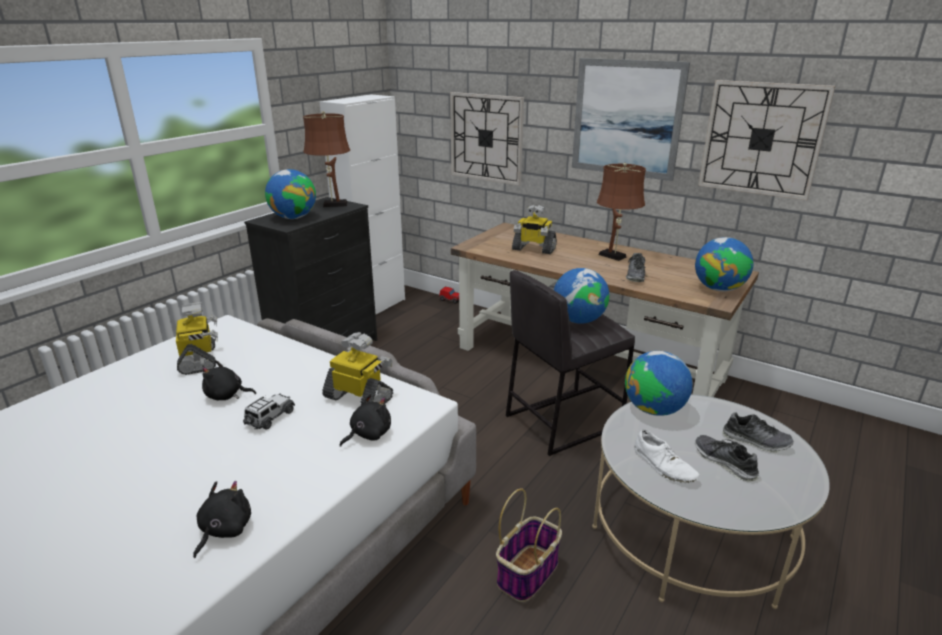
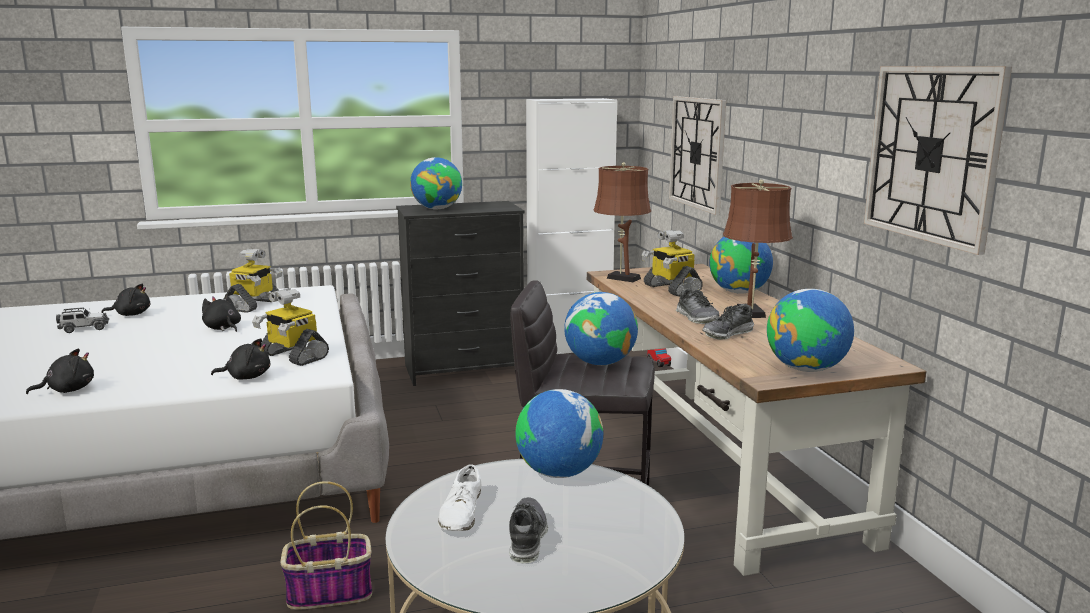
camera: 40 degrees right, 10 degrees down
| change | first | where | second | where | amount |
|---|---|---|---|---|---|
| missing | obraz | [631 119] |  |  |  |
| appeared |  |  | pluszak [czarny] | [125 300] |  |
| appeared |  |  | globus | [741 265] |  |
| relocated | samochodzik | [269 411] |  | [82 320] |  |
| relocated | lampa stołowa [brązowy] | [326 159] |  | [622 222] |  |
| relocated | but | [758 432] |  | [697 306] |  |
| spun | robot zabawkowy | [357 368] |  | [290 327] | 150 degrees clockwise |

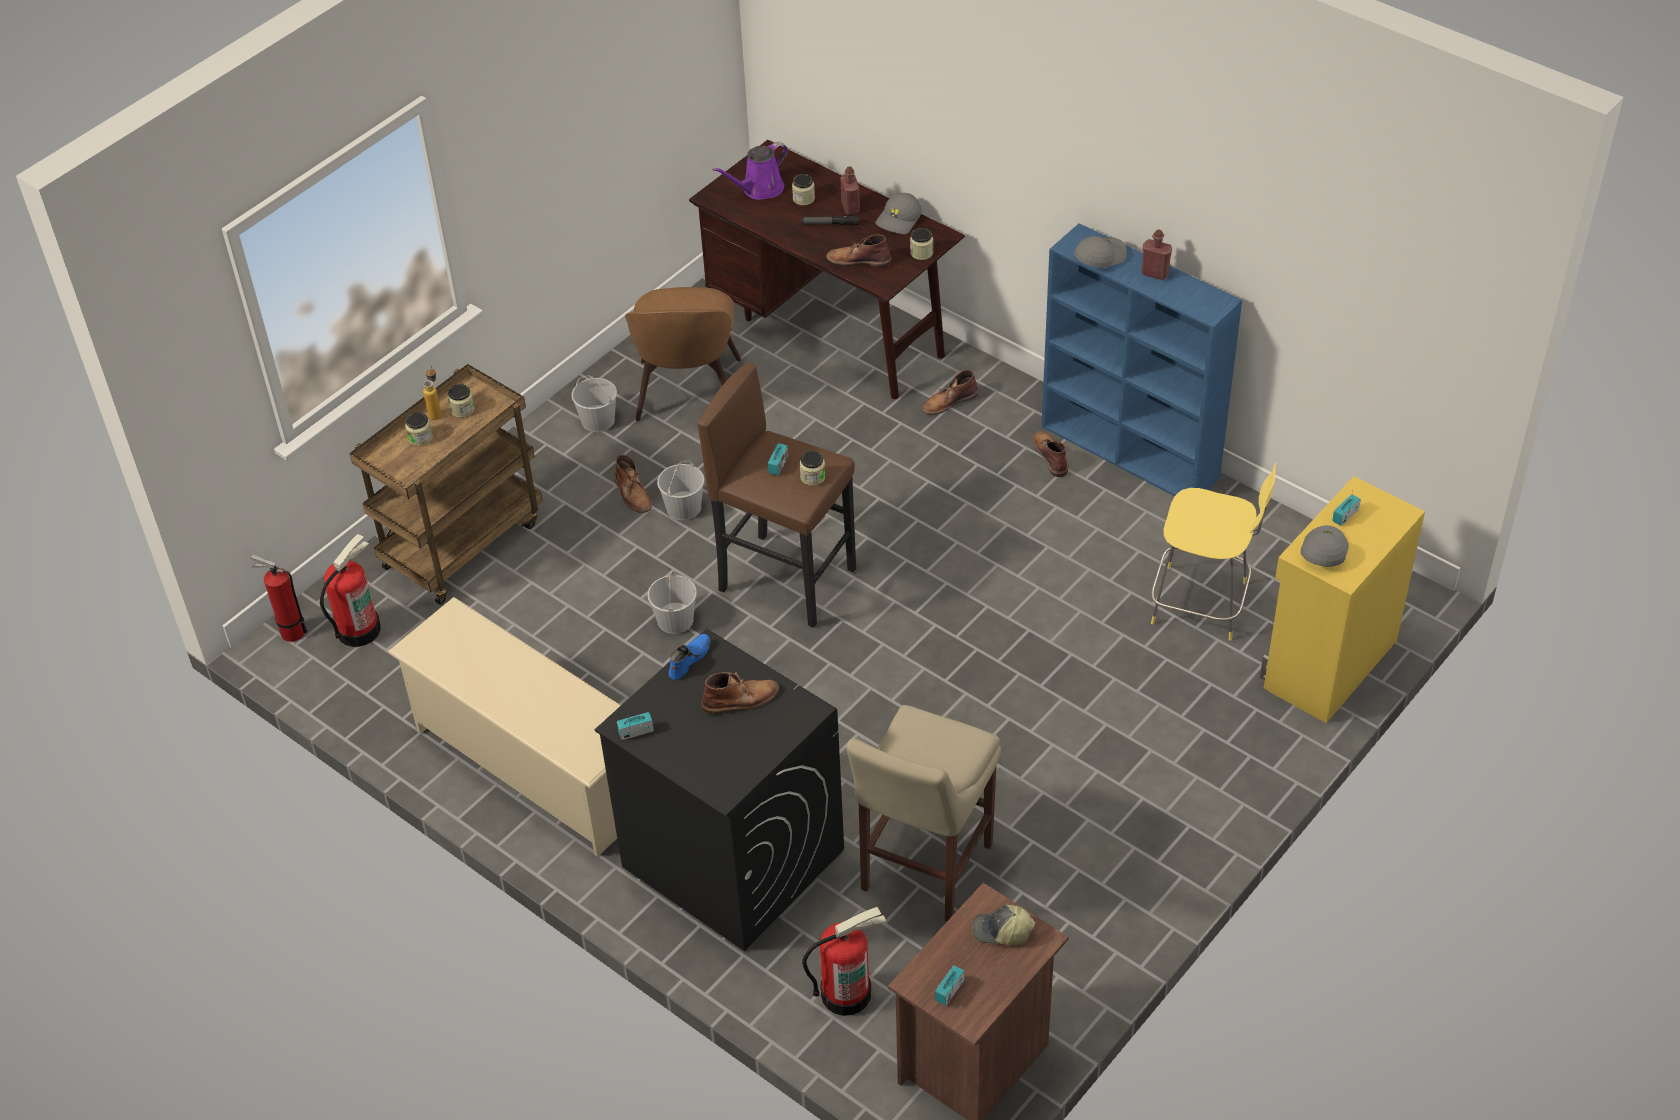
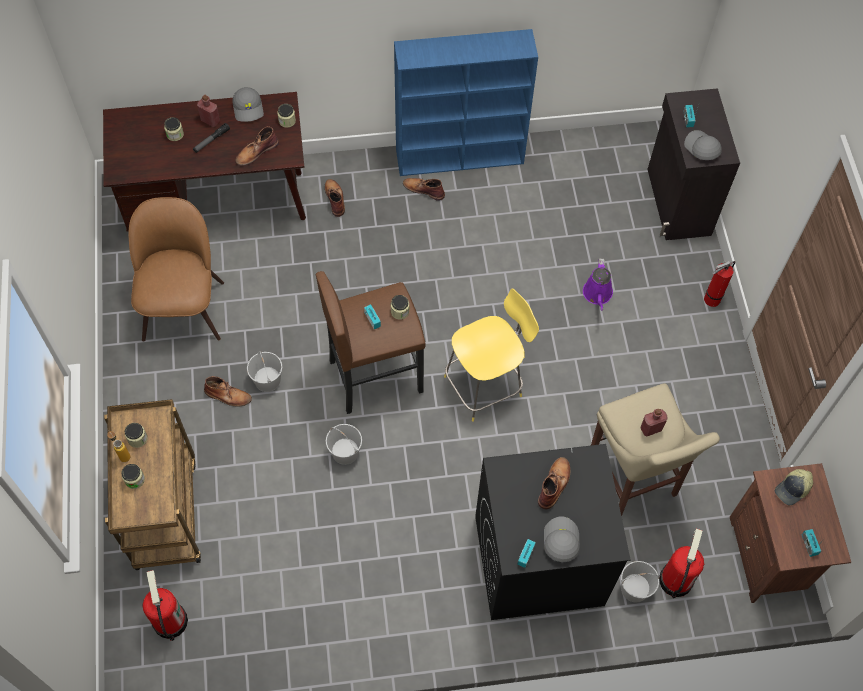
camera: 50 degrees left, 15 degrees up
| change | first | where | second | where | amount |
|---|---|---|---|---|---|
| missing | regał na buty [beżowy] | [504 727] |  |  |  |
| missing | but [niebieski] | [689 657] |  |  |  |
| relocated | gaśnica | [279 598] |  | [719 284] |  |
| relocated | wiadro [biały] | [594 403] |  | [640 582] |  |
| relocated | konewka [fioletowy] | [750 171] |  | [598 284] |  |
| relocated | czapka z daszkiem [szary] | [1100 252] |  | [562 539] |  |
| relocated | butelka [czerwony] | [1157 254] |  | [654 423] |  |
| relocated | stołek [żółty] | [1214 552] |  | [491 355] |  |
| colour | szafka [żółty] | [1342 599] | szafka [czarny] | [693 164] |  |
| spun | krzesło [brązowy] | [683 354] |  | [176 269] | 135 degrees counterclockwise |
| spun | but z cholewką [brązowy] | [949 392] |  | [335 198] | 150 degrees clockwise |

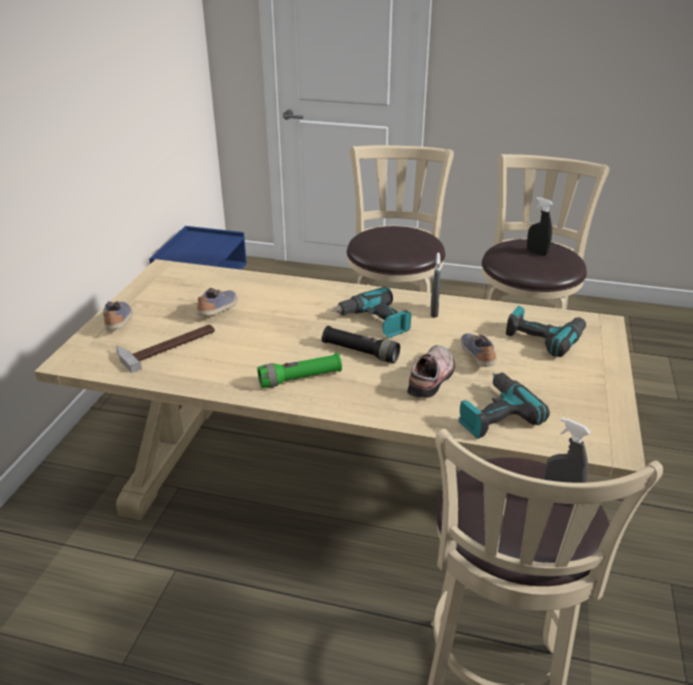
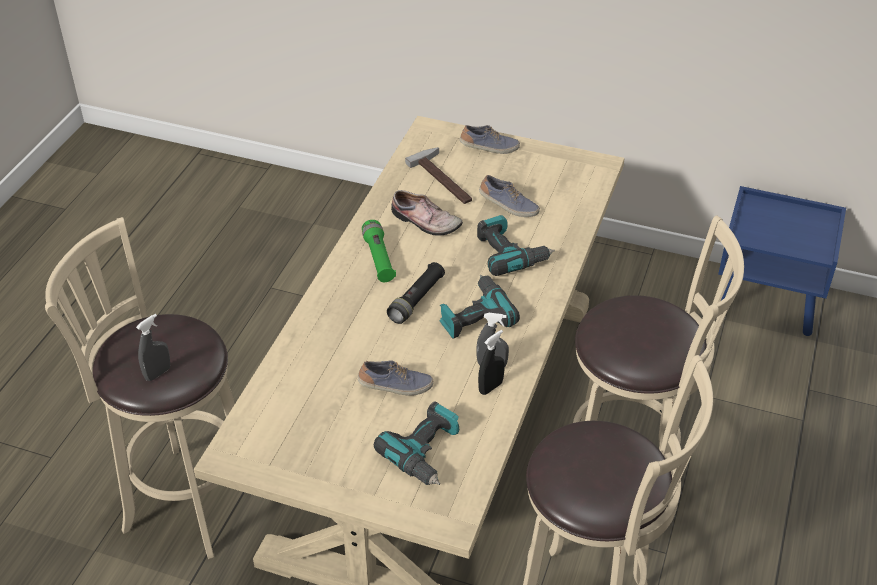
camera: 95 degrees right, 10 degrees up
| change | first | where | second | where | amount |
|---|---|---|---|---|---|
| relocated | but | [431 371] |  | [427 213] |  |
| relocated | wiertarka | [504 406] |  | [516 245] |  |
| relocated | spryskiwacz [czarny] | [540 226] |  | [491 362] |  |

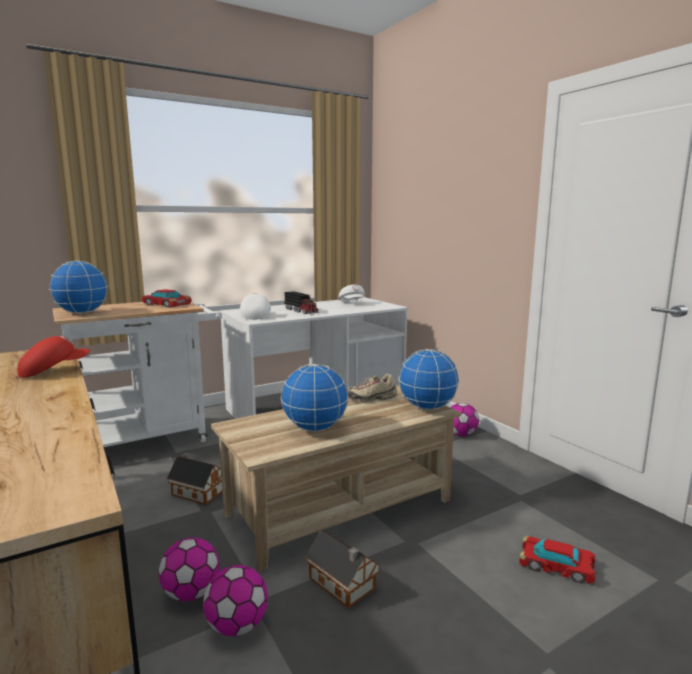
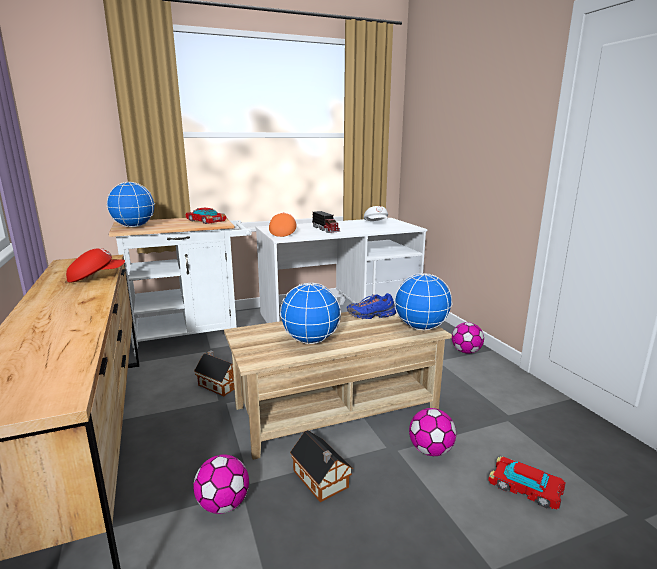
camera: 10 degrees right, 5 degrees up
| change | first | where | second | where | amount |
|---|---|---|---|---|---|
| relocated | piłka futbolowa | [189 569] |  | [432 432] |  |
| colour | czapka z daszkiem [biały] | [255 306] | czapka z daszkiem [pomarańczowy] | [283 225] |  |
| colour | but [beżowy] | [372 388] | but [niebieski] | [371 306] |  |

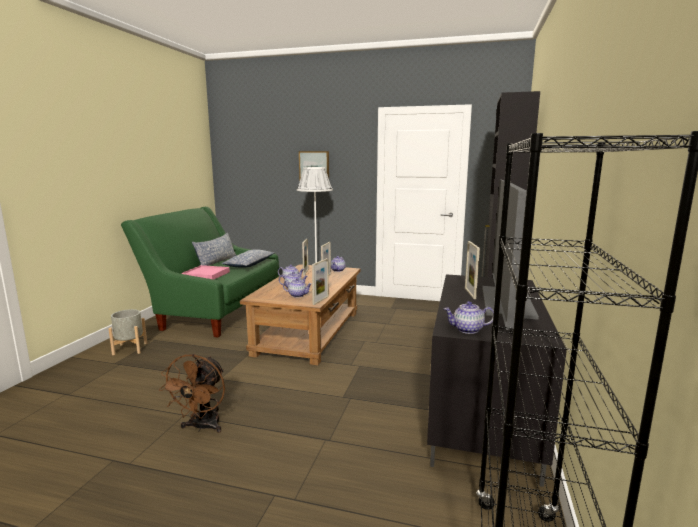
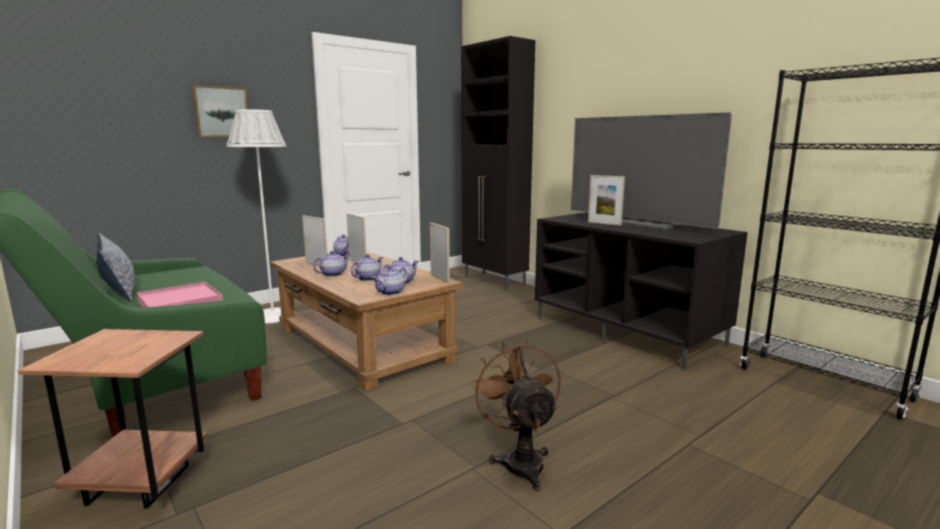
camera: 55 degrees left, 0 degrees up
| change | first | where | second | where | amount |
|---|---|---|---|---|---|
| missing | poduszka | [248 258] |  |  |  |
| relocated | imbryk | [469 317] |  | [390 280] |  |
| exchanged | donica [szary] | [127 332] | stolik [brązowy] | [113 419] |  |
| spun | wentylator [brązowy] | [192 393] |  | [516 416] | 150 degrees counterclockwise |

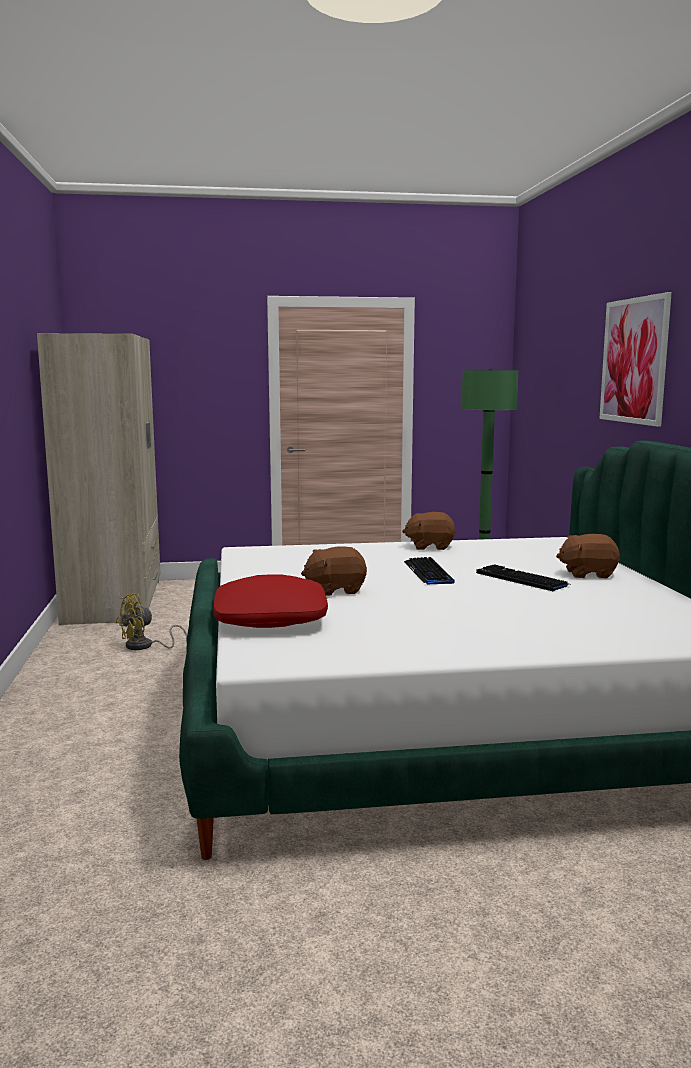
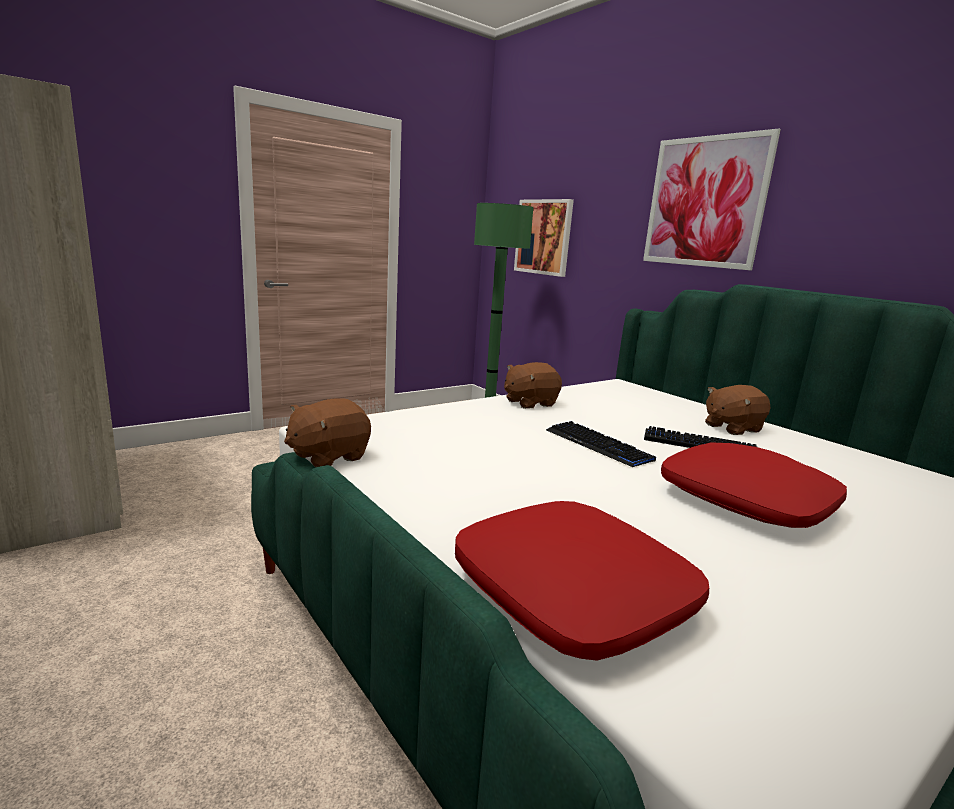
camera: 30 degrees left, 5 degrees up
| change | first | where | second | where | amount |
|---|---|---|---|---|---|
| missing | wentylator [żółty] | [151 621] |  |  |  |
| appeared |  |  | obraz | [544 238] |  |
| appeared |  |  | poduszka [czerwony] | [754 485] |  |
| relocated | pluszak [brązowy] | [334 571] |  | [327 432] |  |

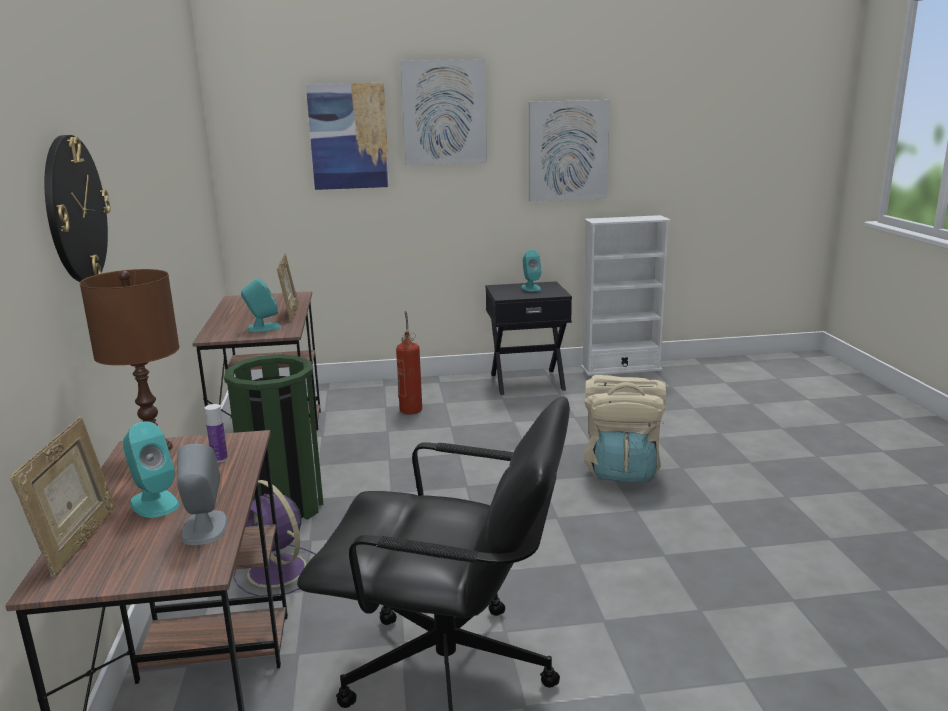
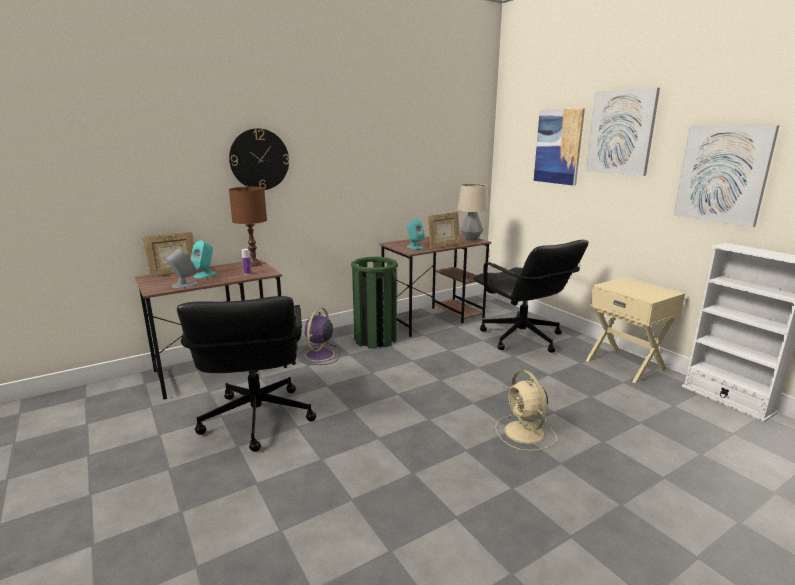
camera: 65 degrees right, 0 degrees up
| change | first | where | second | where | amount |
|---|---|---|---|---|---|
| missing | głośnik [turkusowy] | [531 270] |  |  |  |
| appeared |  |  | lampa stołowa | [472 212] |  |
| exchanged | gaśnica | [409 362] | krzesło biurowe [czarny] | [531 296] |  |
| exchanged | plecak [beżowy] | [625 429] | wentylator [beżowy] | [526 410] |  |
| colour | szafka nocna [czarny] | [529 338] | szafka nocna [beżowy] | [635 330] |  |

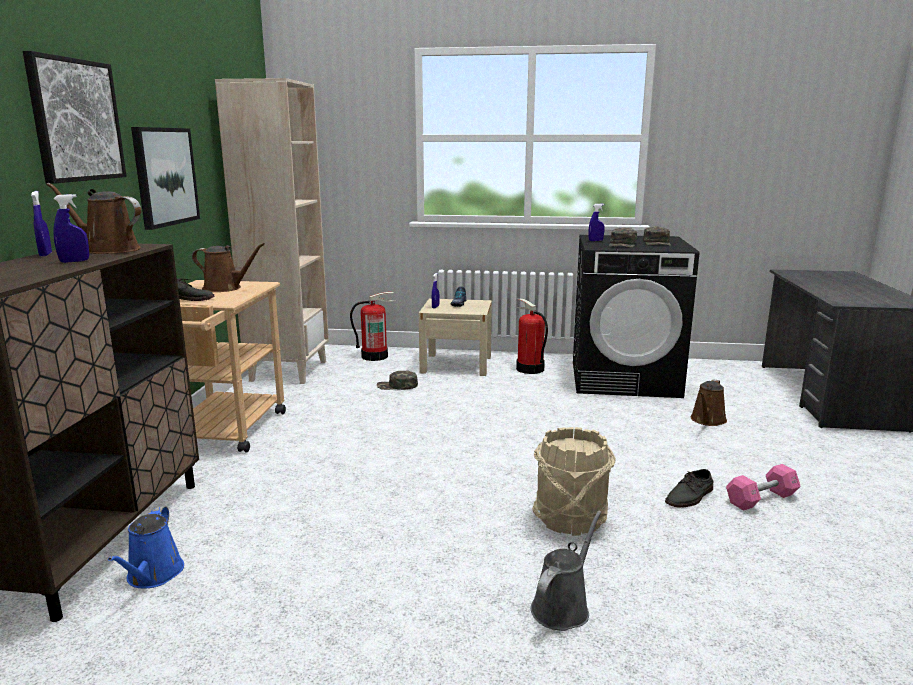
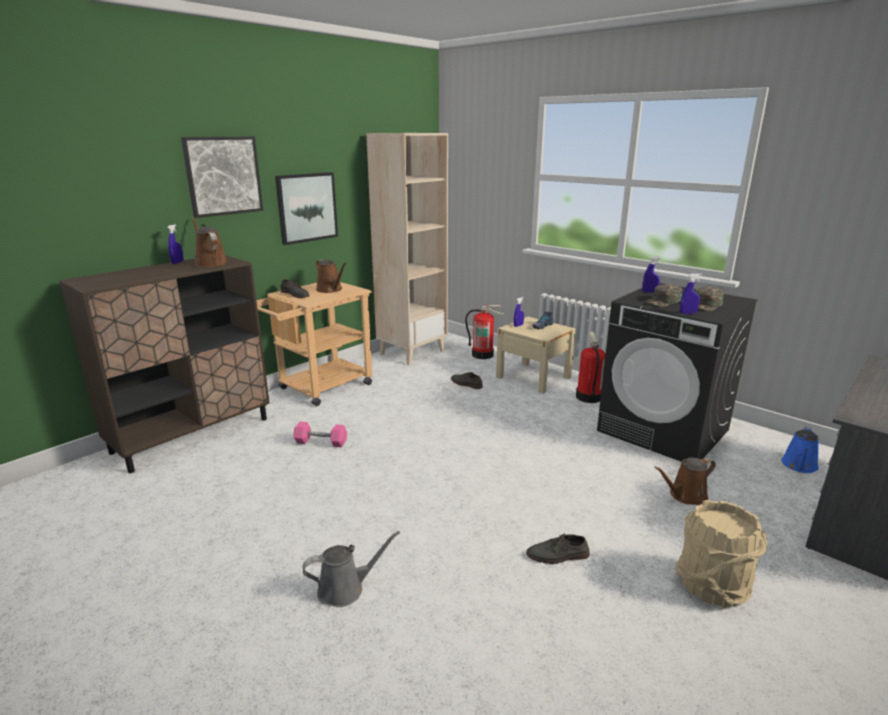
camera: 35 degrees right, 5 degrees up
| change | first | where | second | where | amount |
|---|---|---|---|---|---|
| relocated | spryskiwacz [niebieski] | [71 228] |  | [691 293] |  |
| relocated | konewka [niebieski] | [146 547] |  | [800 450] |  |
| relocated | wiadro [beżowy] | [574 481] |  | [721 554] |  |
| relocated | hantel [różowy] | [763 487] |  | [320 434] |  |
| exchanged | czapka z daszkiem [zielony] | [397 380] | but [szary] | [467 380] |  |

